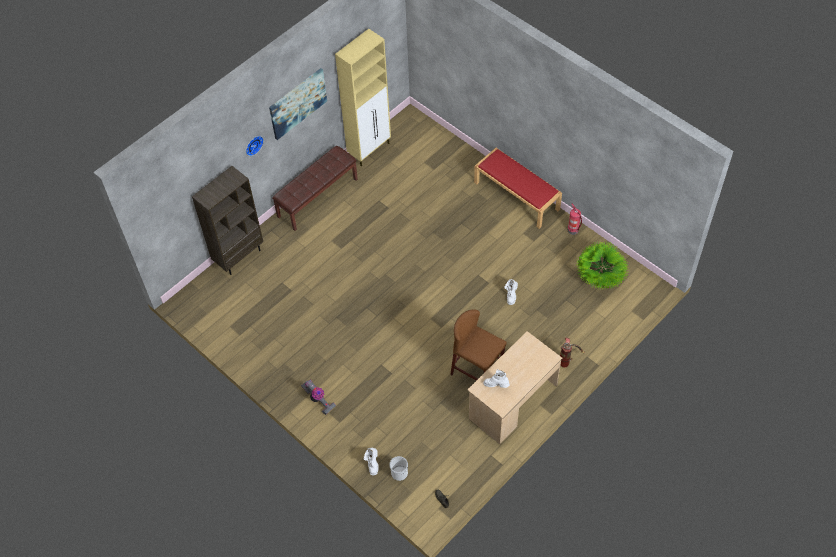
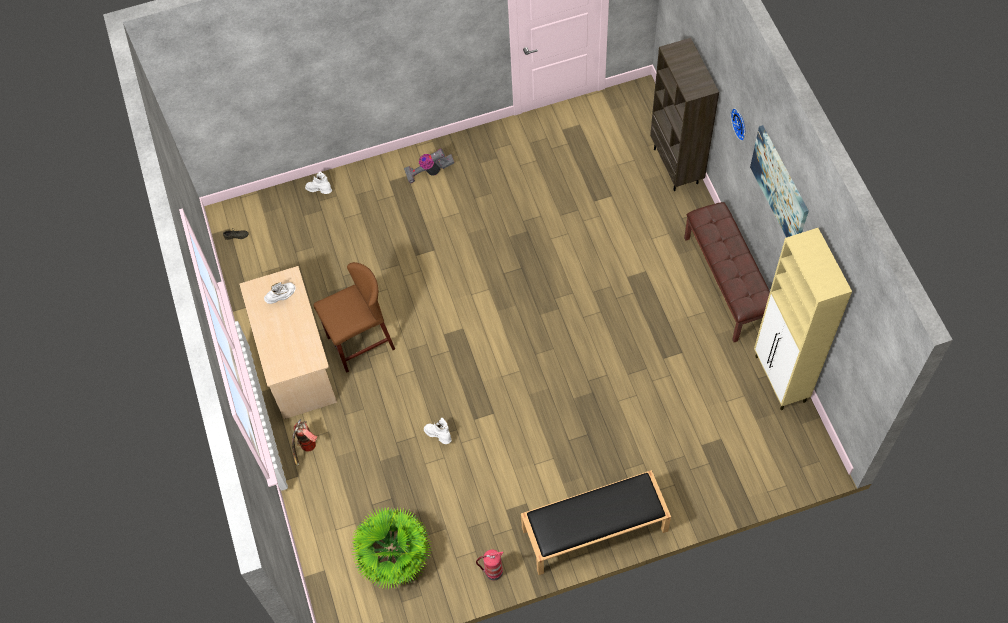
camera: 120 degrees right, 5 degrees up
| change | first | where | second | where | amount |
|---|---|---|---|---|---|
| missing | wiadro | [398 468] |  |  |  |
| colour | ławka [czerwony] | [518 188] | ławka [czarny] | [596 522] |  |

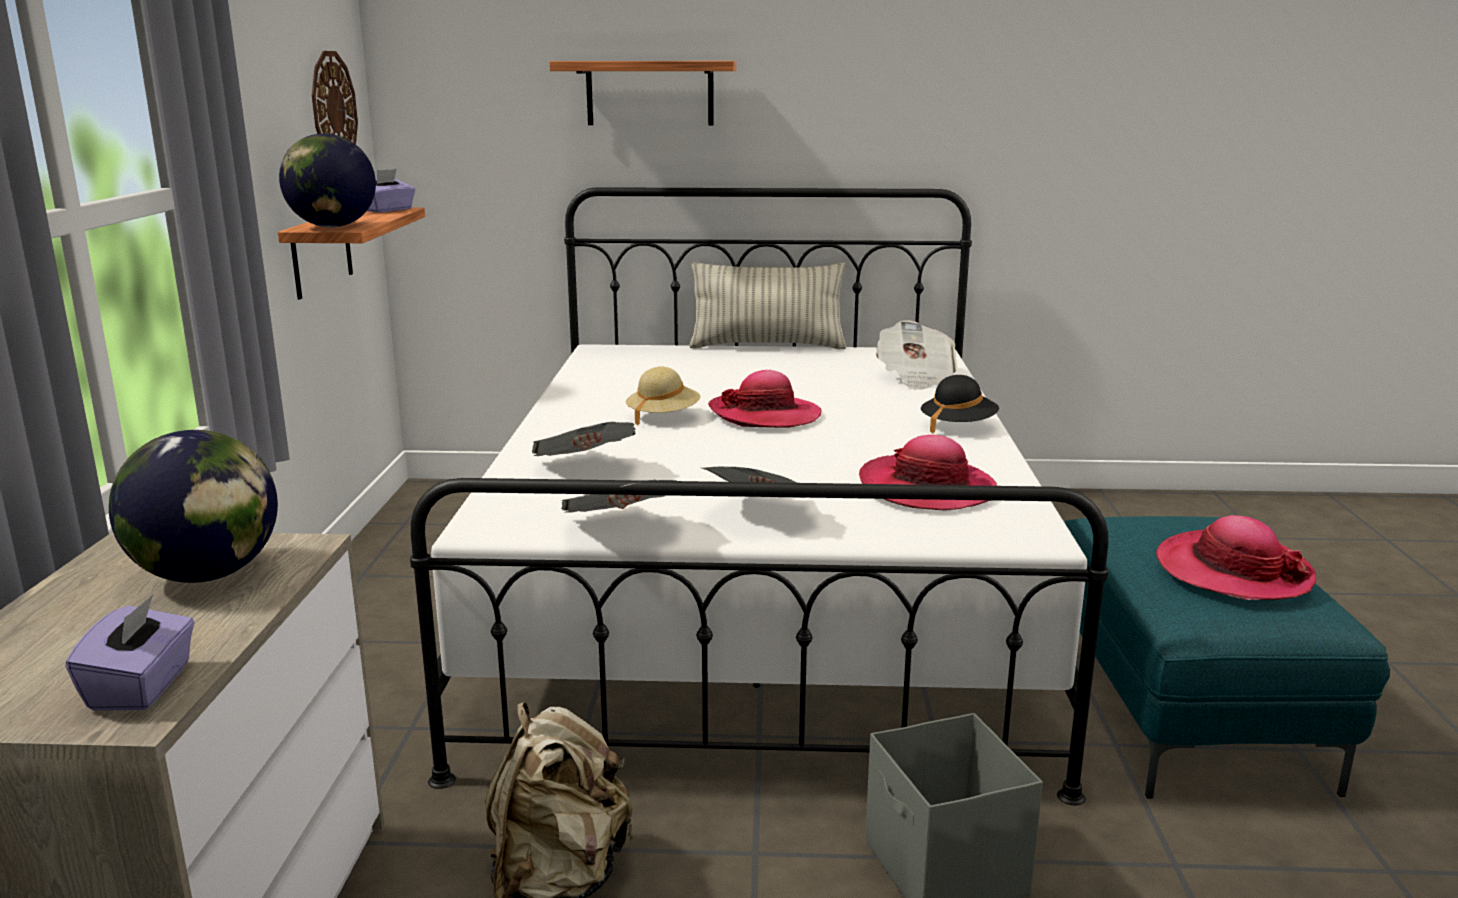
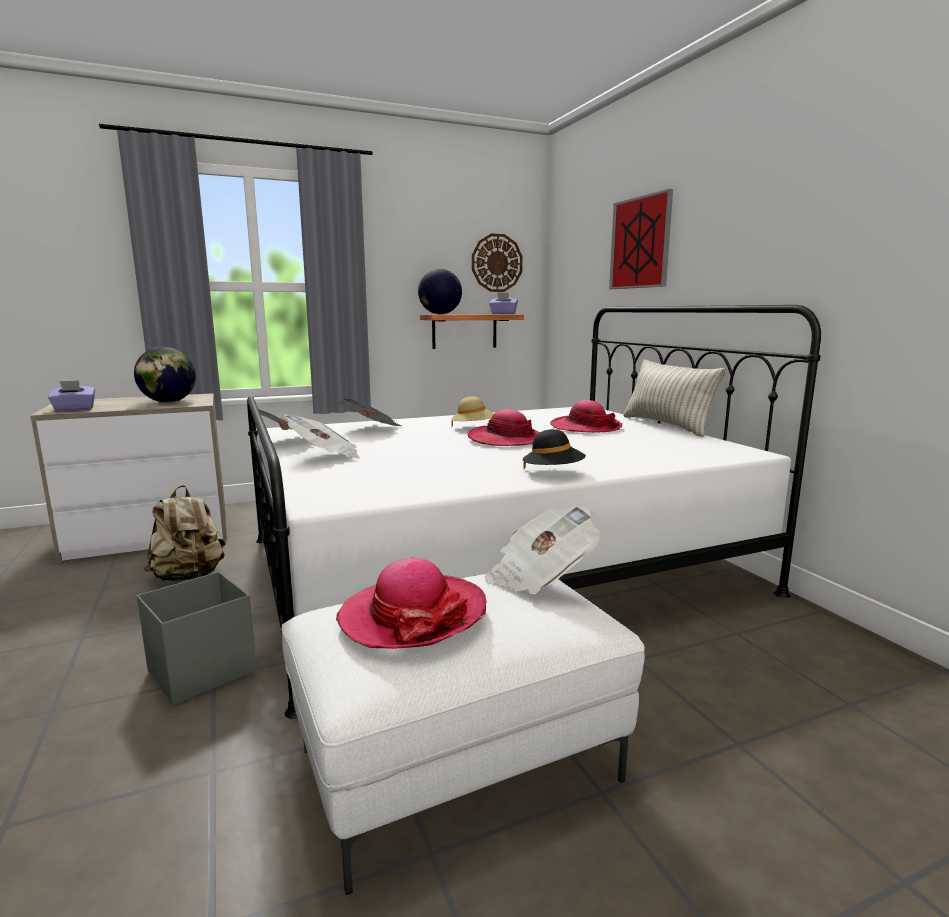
camera: 65 degrees right, 5 degrees down
| change | first | where | second | where | amount |
|---|---|---|---|---|---|
| relocated | kapelusz | [928 473] |  | [586 416] |  |
| relocated | gazeta | [916 355] |  | [542 550] |  |
| exchanged | półka | [642 93] | obraz | [641 239] |  |
| colour | pufa [turkusowy] | [1227 657] | pufa [biały] | [463 734] |  |

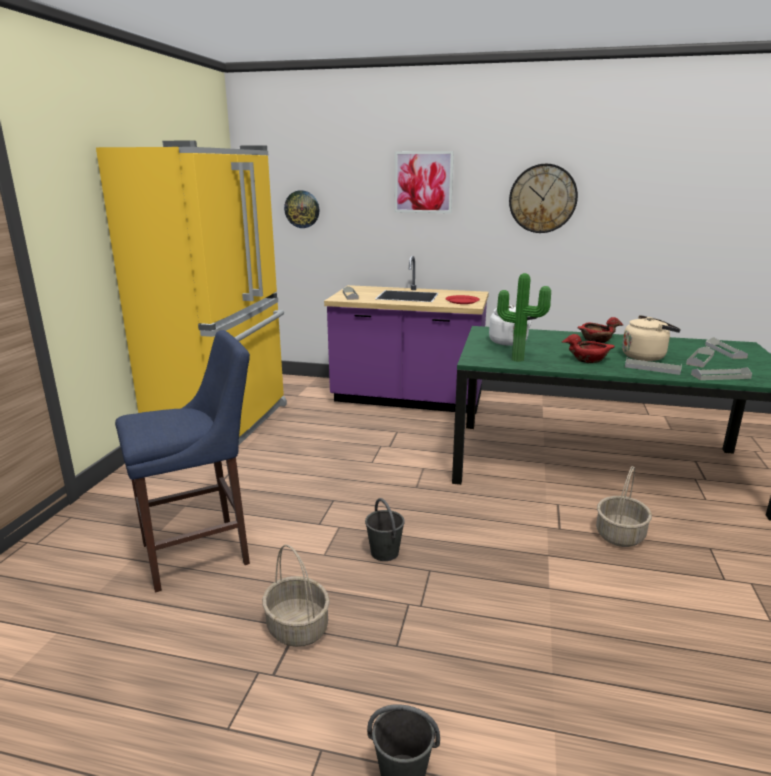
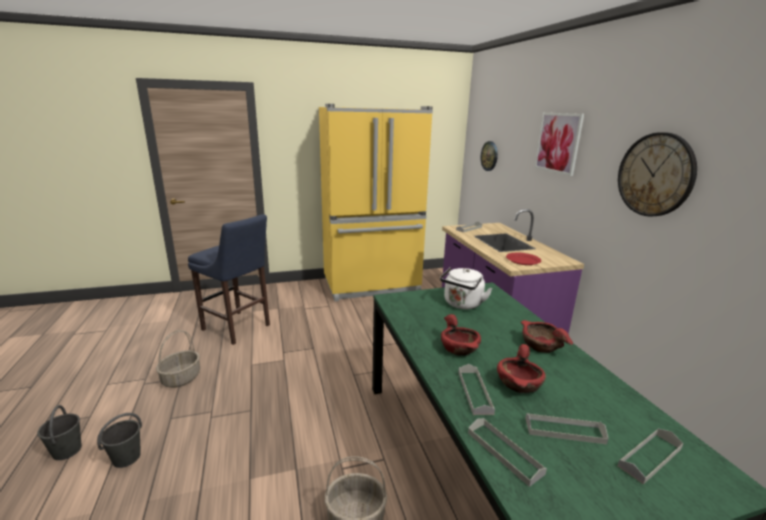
camera: 60 degrees right, 0 degrees up
| change | first | where | second | where | amount |
|---|---|---|---|---|---|
| missing | roślina doniczkowa | [524 317] |  |  |  |
| relocated | wiadro [szary] | [385 529] |  | [119 440] |  |
| exchanged | czajnik [beżowy] | [651 338] | miska [czerwony] | [521 368] |  |

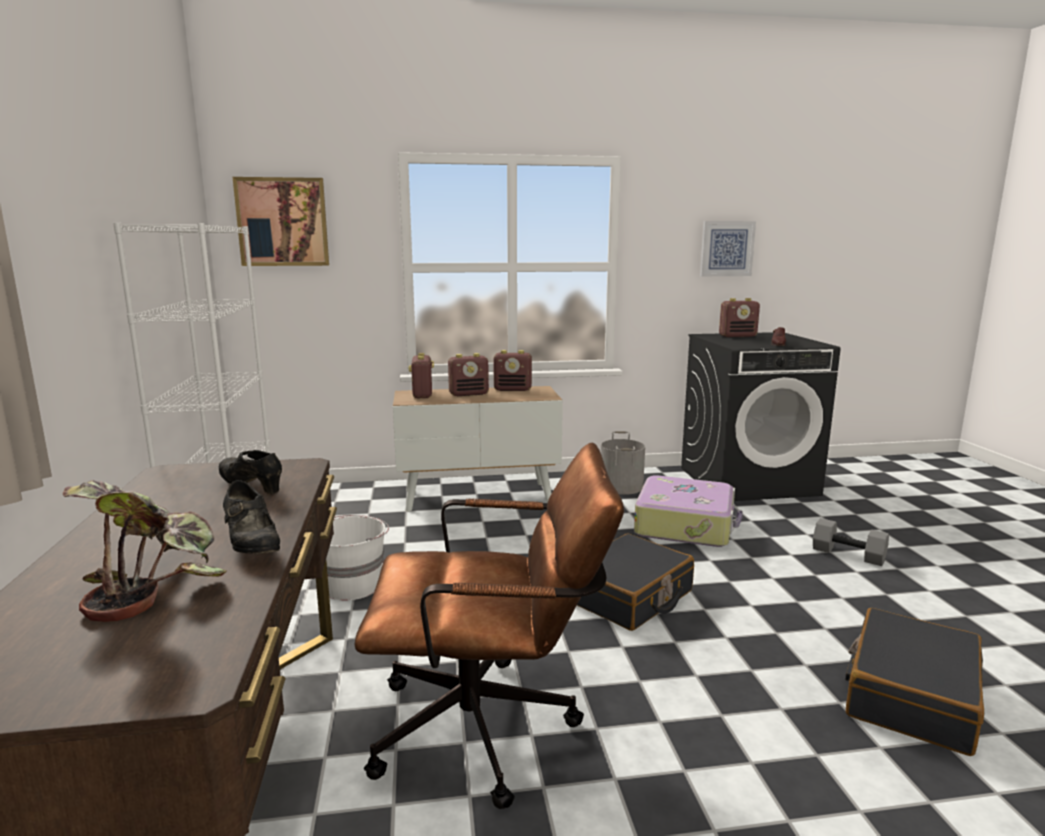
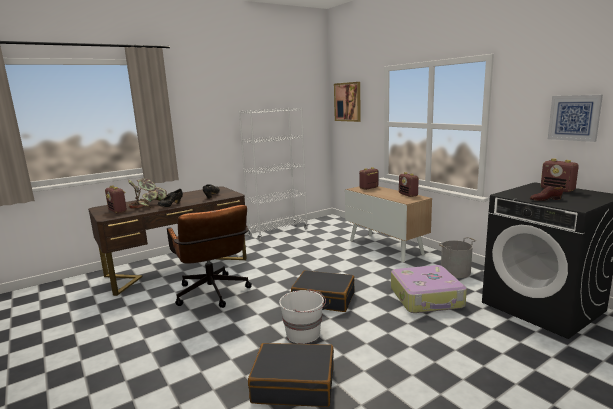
camera: 65 degrees right, 0 degrees up
| change | first | where | second | where | amount |
|---|---|---|---|---|---|
| missing | hantel [szary] | [851 542] |  |  |  |
| relocated | wiadro [biały] | [357 558] |  | [302 316] |  |
| relocated | radio | [468 374] |  | [116 200] |  |

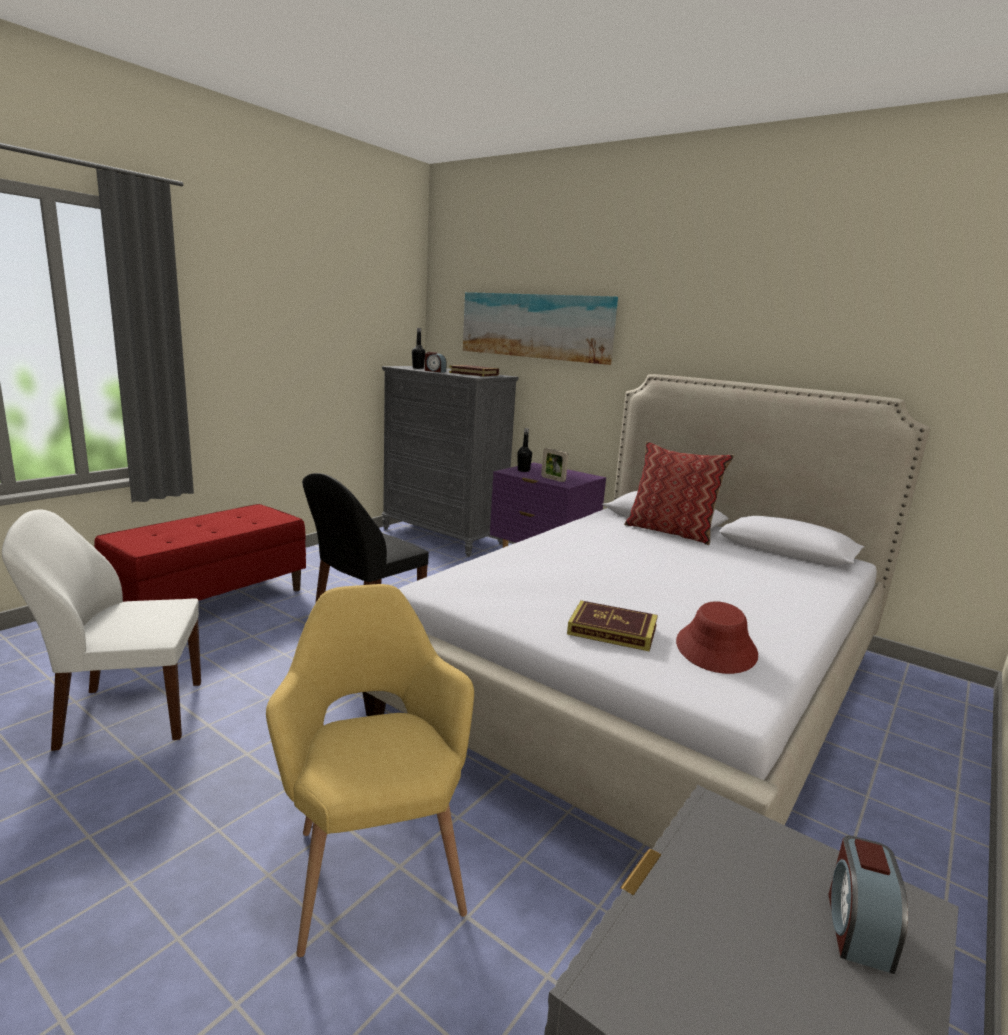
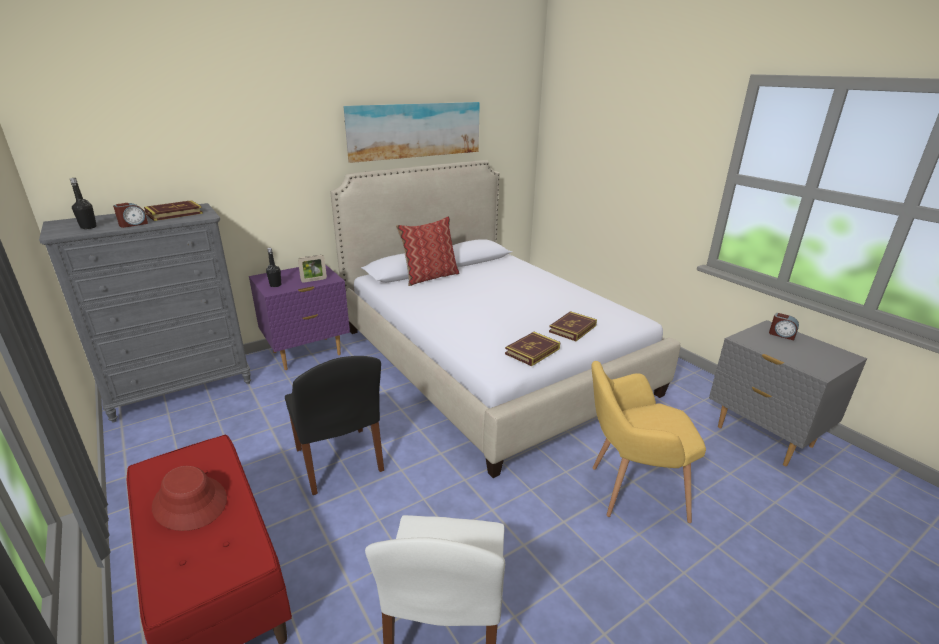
camera: 70 degrees left, 10 degrees up
| change | first | where | second | where | amount |
|---|---|---|---|---|---|
| appeared |  |  | książka | [532 349] |  |
| relocated | obraz | [540 328] |  | [412 132] |  |
| relocated | kapelusz [czerwony] | [717 637] |  | [189 498] |  |

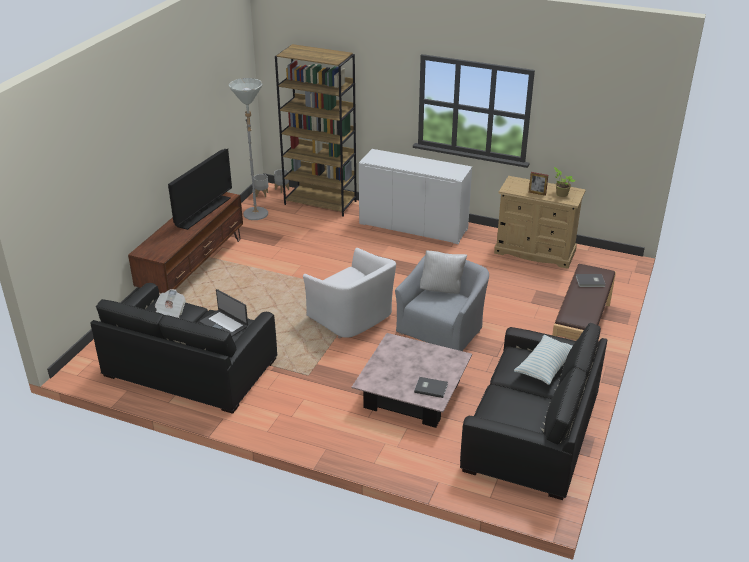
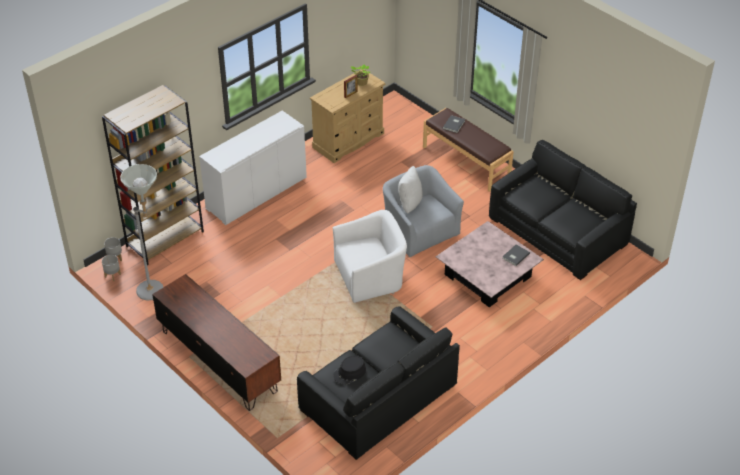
camera: 65 degrees left, 10 degrees up
| change | first | where | second | where | amount |
|---|---|---|---|---|---|
| missing | telewizor | [200 189] |  |  |  |
| missing | laptop | [223 313] |  |  |  |
| missing | poduszka | [543 360] |  |  |  |
| exchanged | gazeta | [170 303] | kapelusz [czarny] | [349 370] |  |

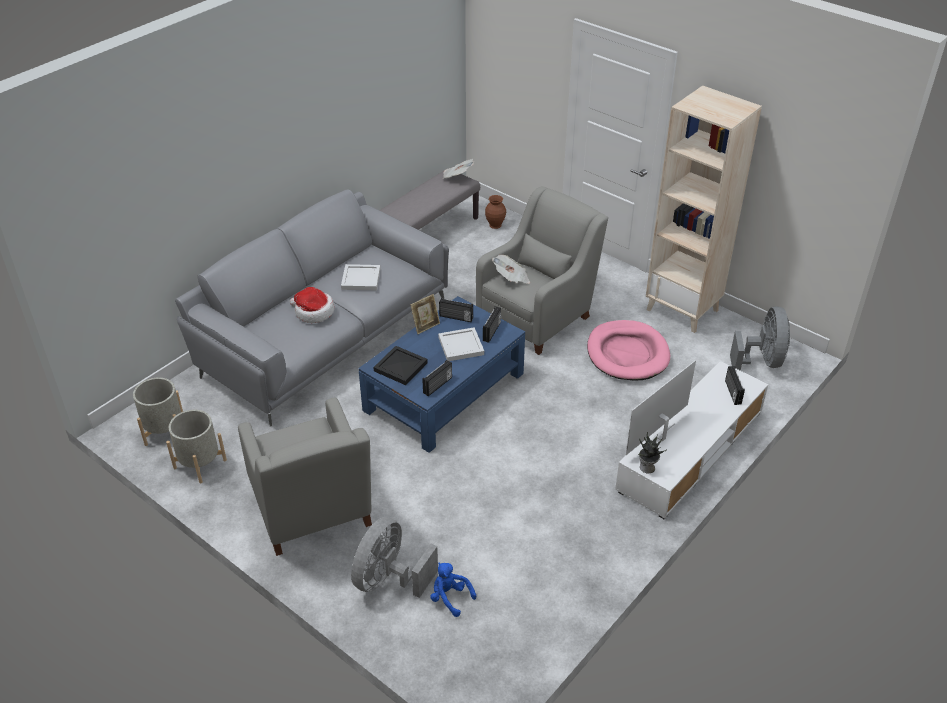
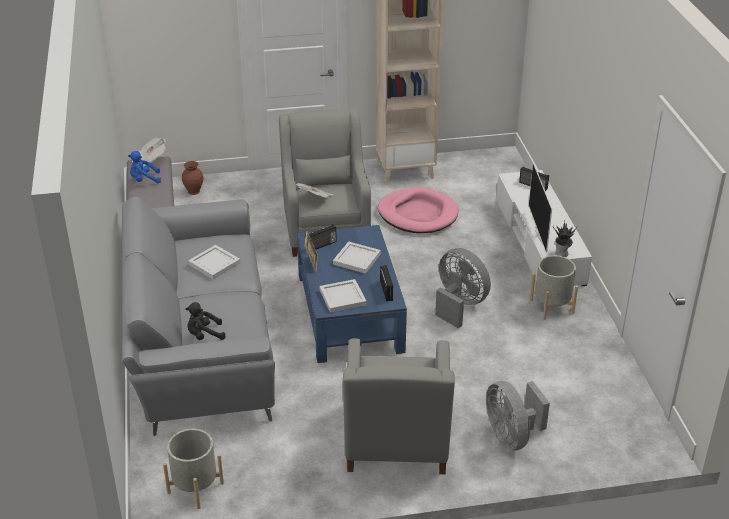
camera: 50 degrees left, 5 degrees down
| change | first | where | second | where | amount |
|---|---|---|---|---|---|
| missing | kapelusz | [312 305] |  |  |  |
| missing | radio | [492 325] |  |  |  |
| appeared |  |  | pluszak [czarny] | [206 321] |  |
| relocated | donica [szary] | [196 446] |  | [554 287] |  |
| relocated | pluszak [niebieski] | [453 590] |  | [144 167] |  |
| relocated | wentylator [szary] | [760 338] |  | [463 288] |  |
| colour | taca [czarny] | [400 365] | taca [biały] | [343 296] |  |
| spun | fotel [szary] | [305 477] |  | [399 406] | 75 degrees clockwise |

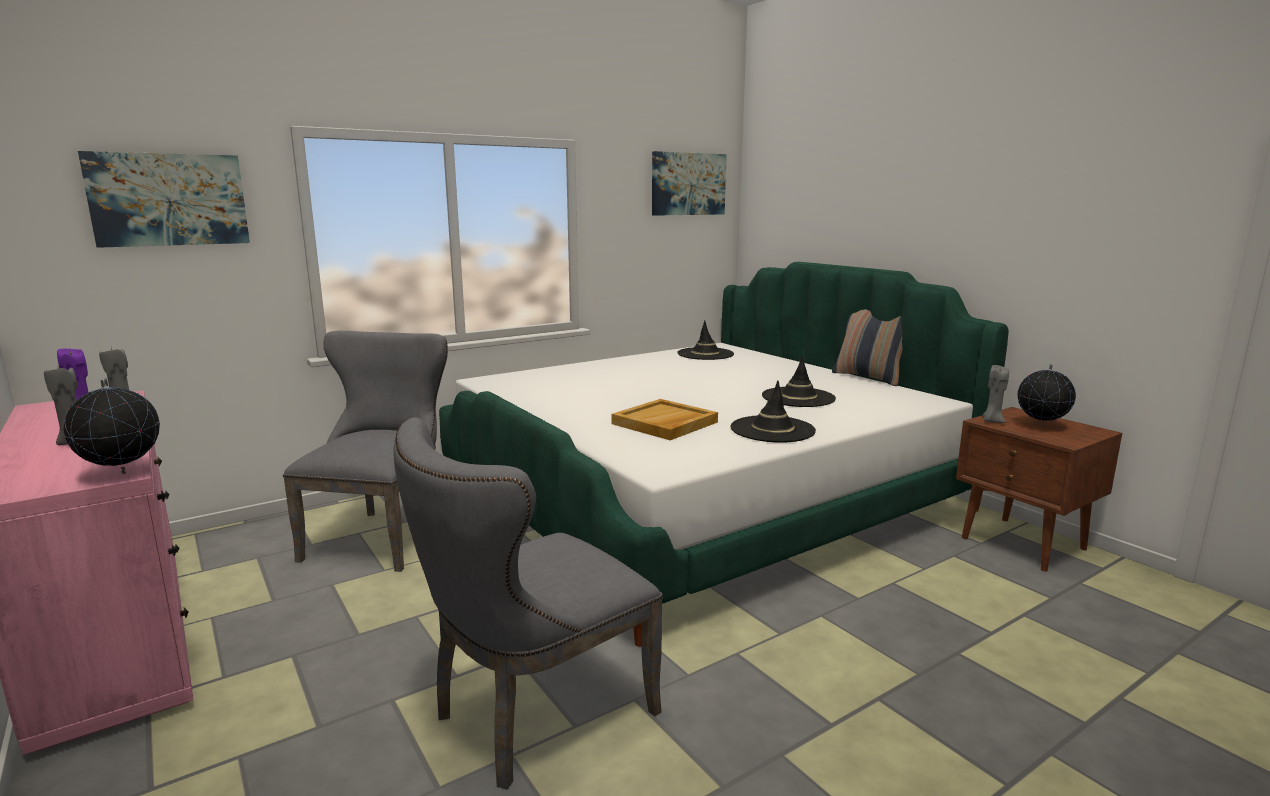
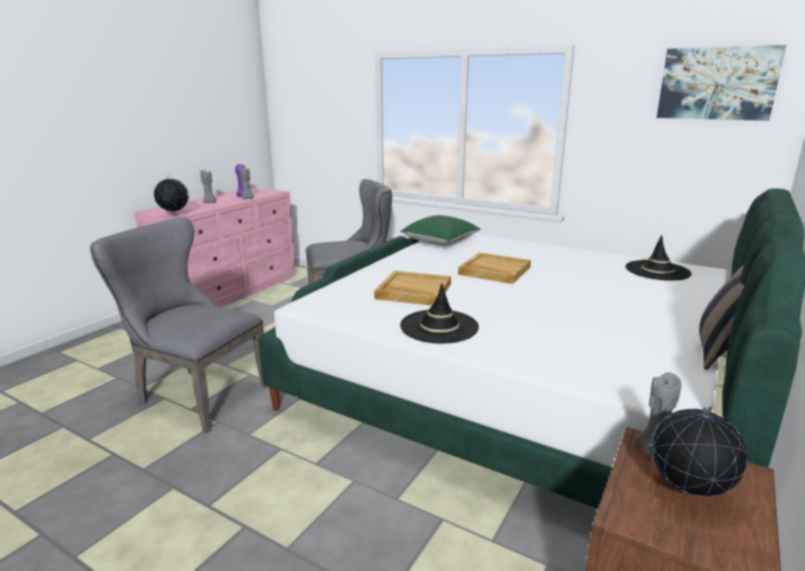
camera: 65 degrees right, 5 degrees up
| change | first | where | second | where | amount |
|---|---|---|---|---|---|
| missing | obraz | [164 199] |  |  |  |
| missing | kapelusz [czarny] | [799 381] |  |  |  |
| appeared |  |  | poduszka [zielony] | [440 230] |  |
| appeared |  |  | taca [beżowy] | [494 268] |  |

